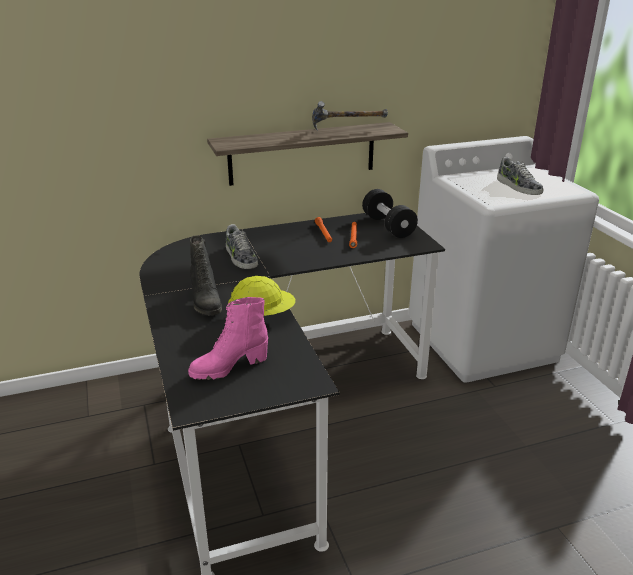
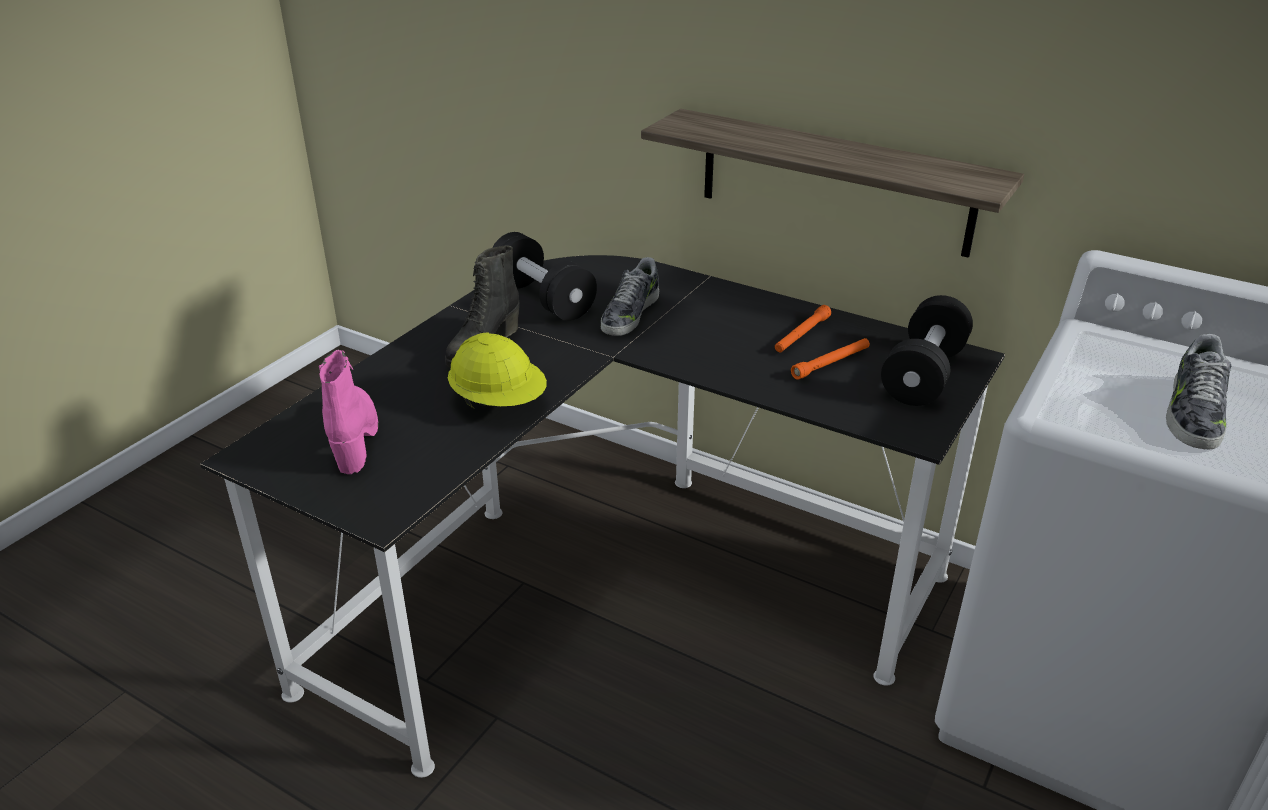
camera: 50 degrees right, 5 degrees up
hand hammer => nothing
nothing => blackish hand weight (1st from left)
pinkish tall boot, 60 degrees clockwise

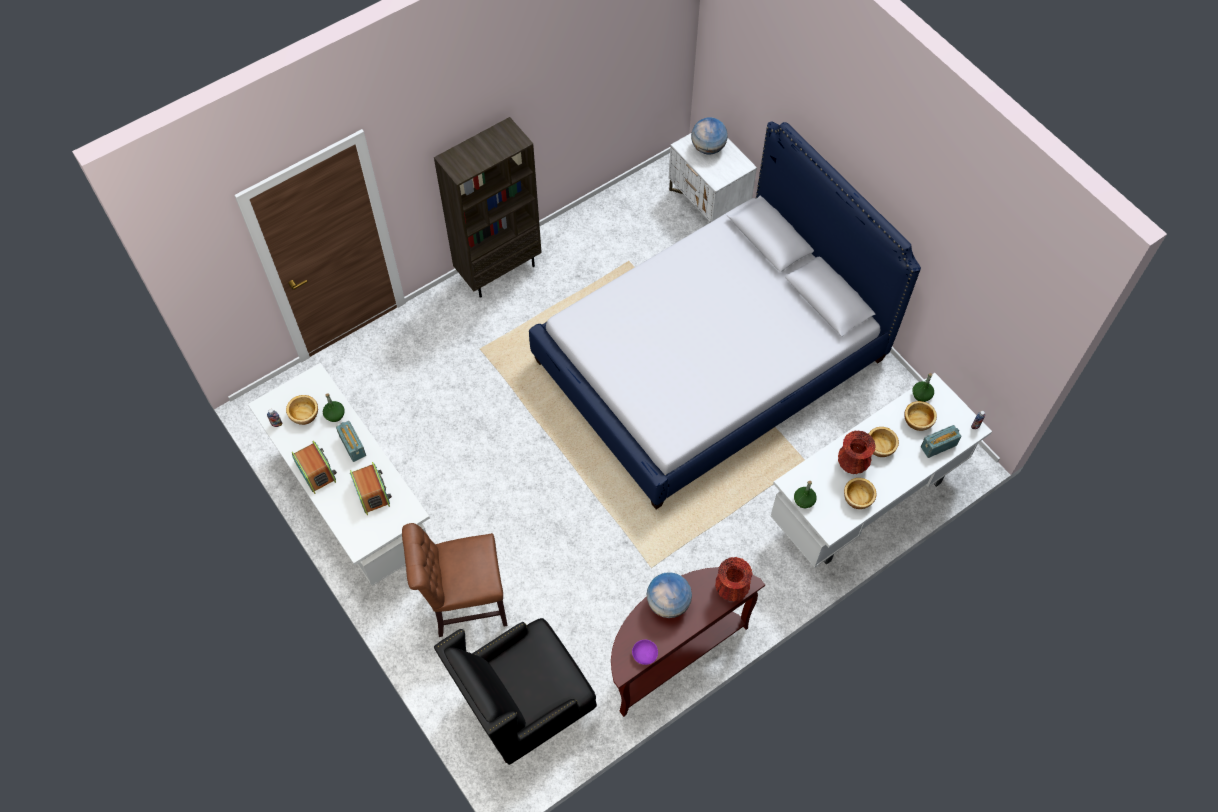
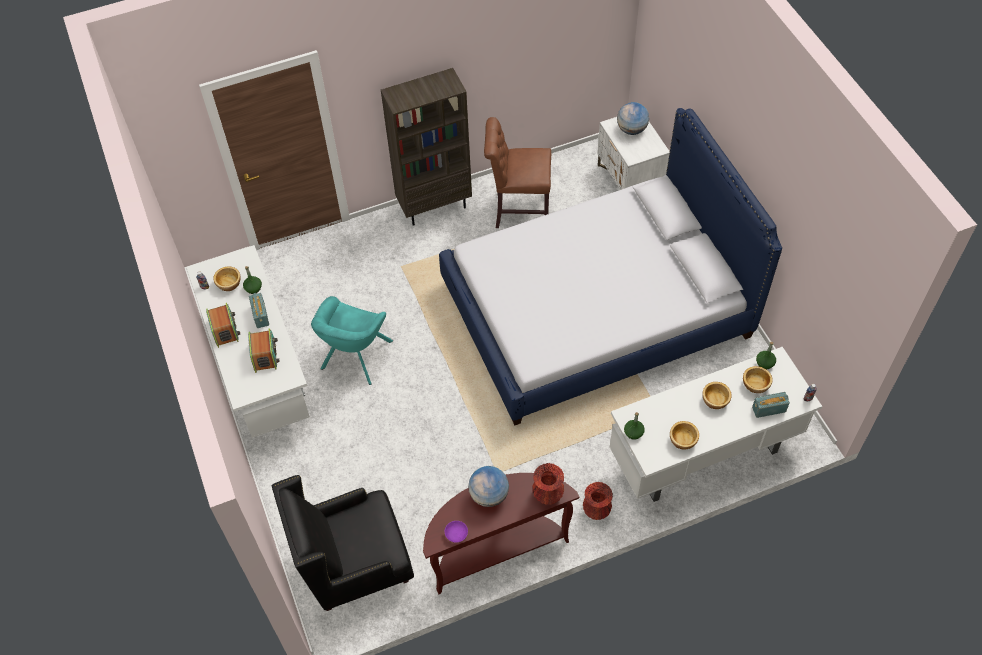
camera: 15 degrees right, 5 degrees down
nothing => blue-green easy chair
brown-coloured chair, move
red flower vase (2nd from left), move

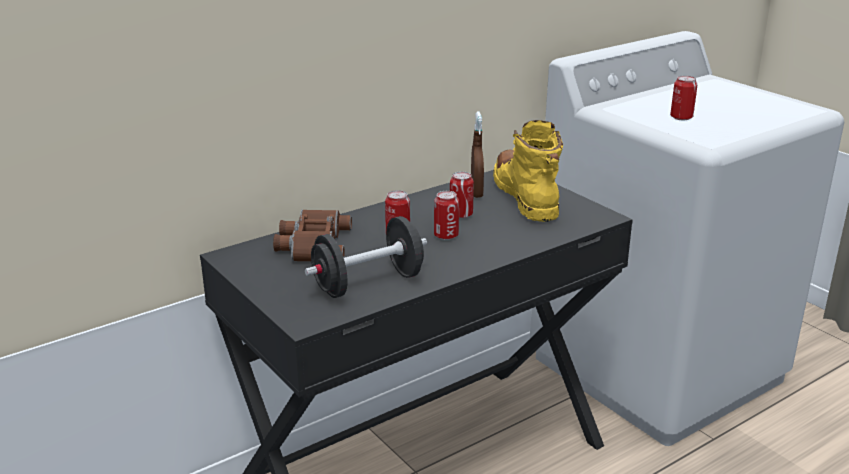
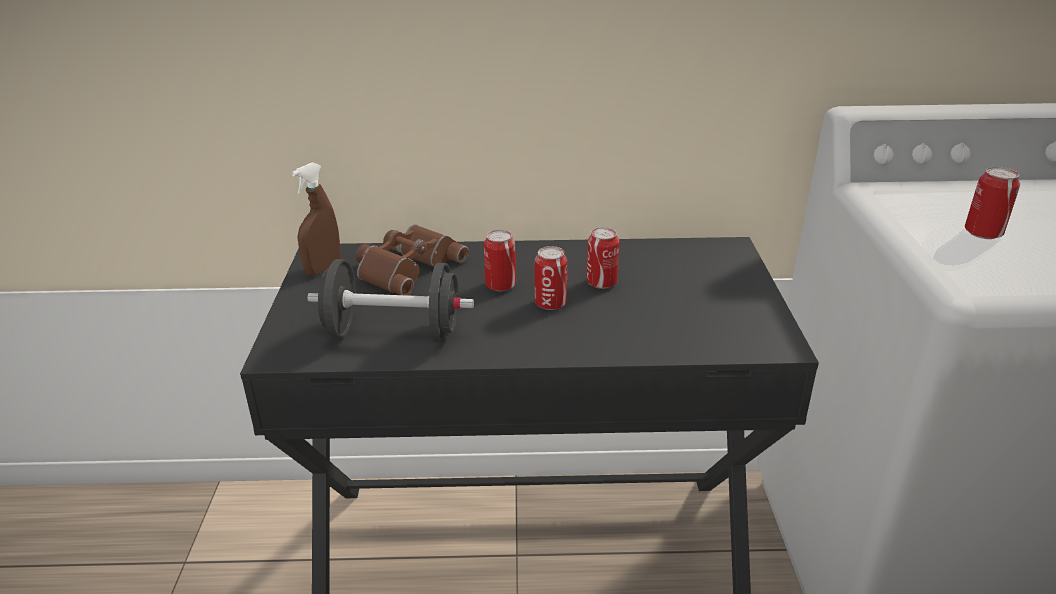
camera: 35 degrees right, 5 degrees up
yellow tall boot => nothing
brown-coloured hand sprayer, move

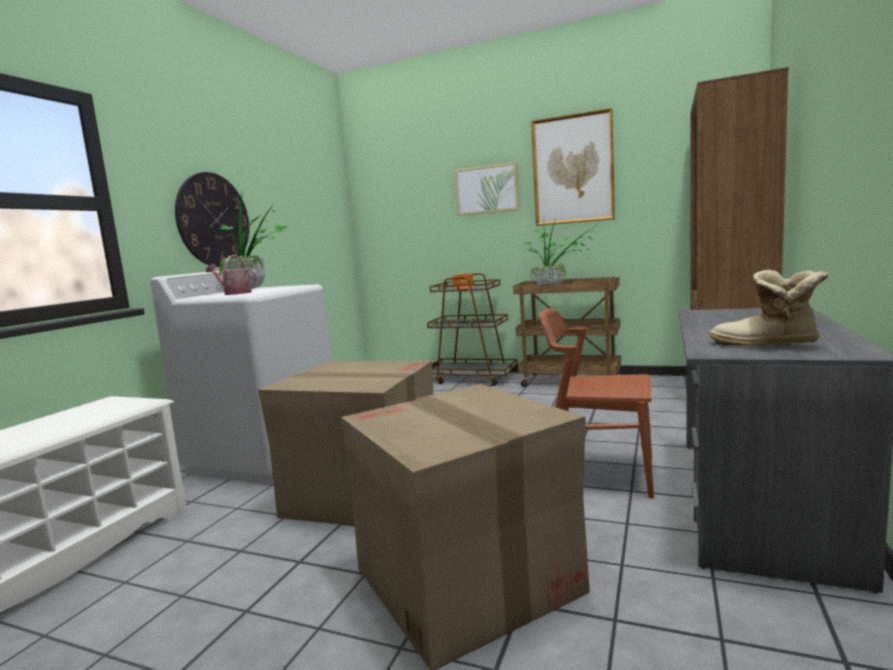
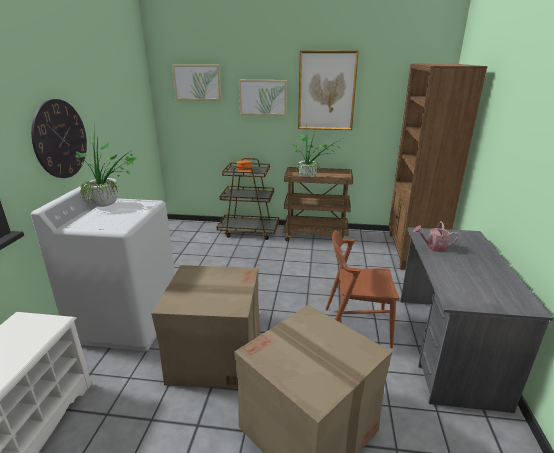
camera: 15 degrees left, 15 degrees up
tall boot => nothing
nothing => wall art (1st from left)
sprinkling can, move

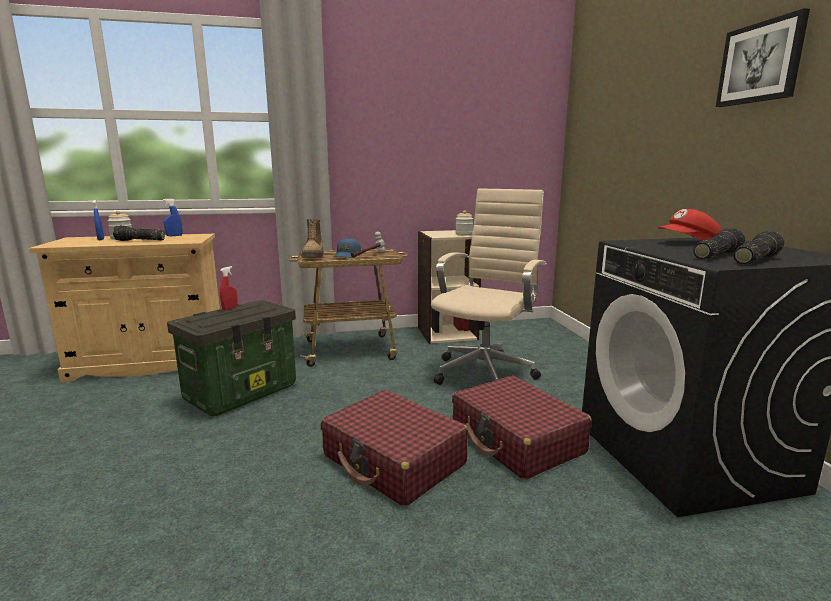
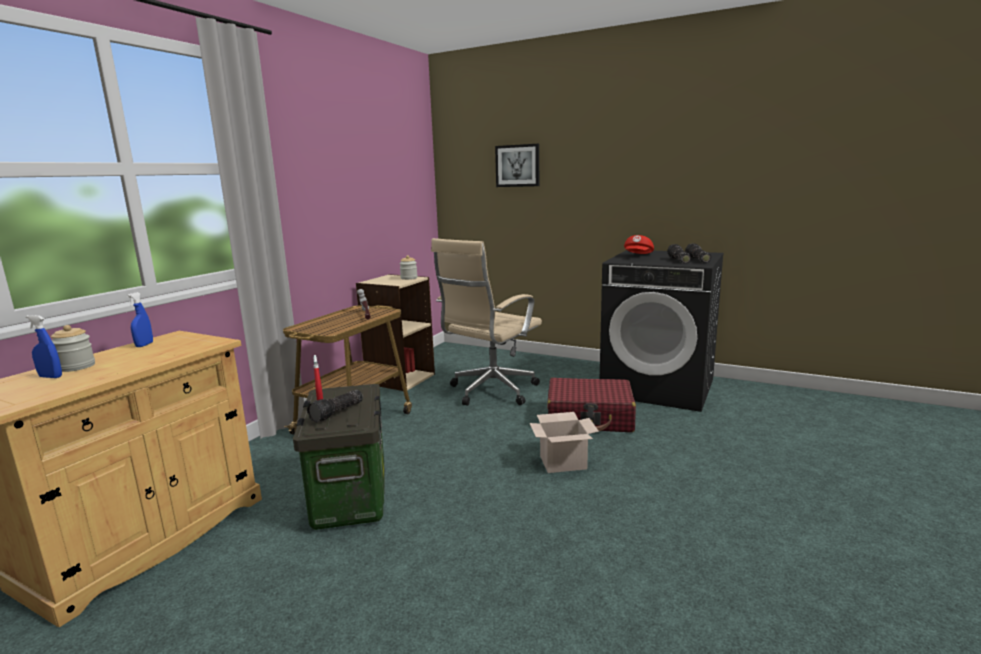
camera: 50 degrees left, 0 degrees up
tall boot => nothing
blue-coloured baseball cap => nothing
hand torch (1st from left), move
wall art, move
red travel case (1st from left) => cardboard box
beige office chair, 120 degrees counterclockwise

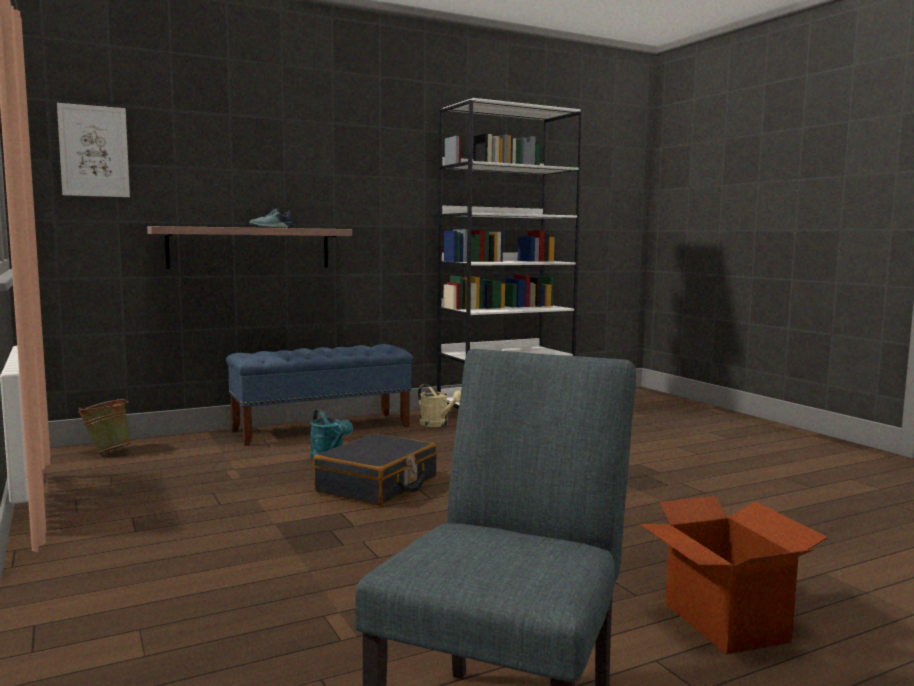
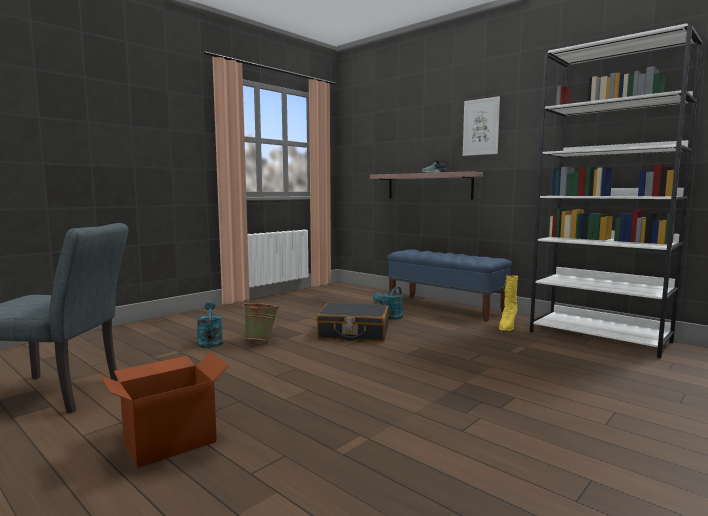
camera: 70 degrees right, 0 degrees up
nothing => blue-green sprinkling can (1st from left)
wall art, move
green-coloured bucket, move
beige sprinkling can => yellow tall boot

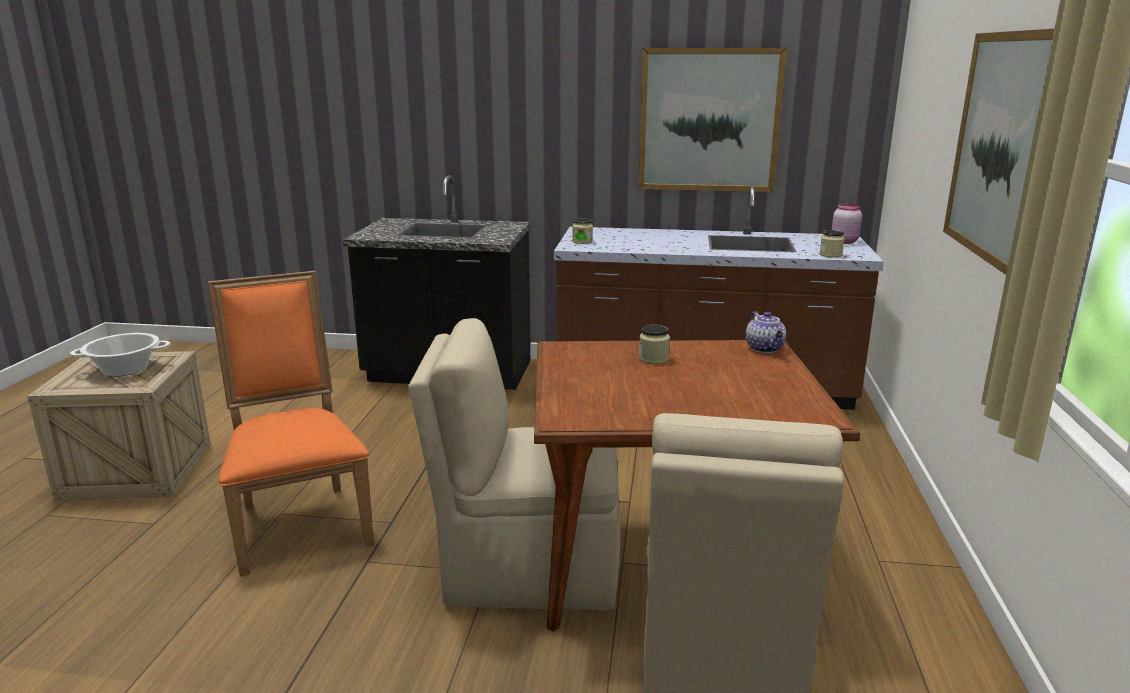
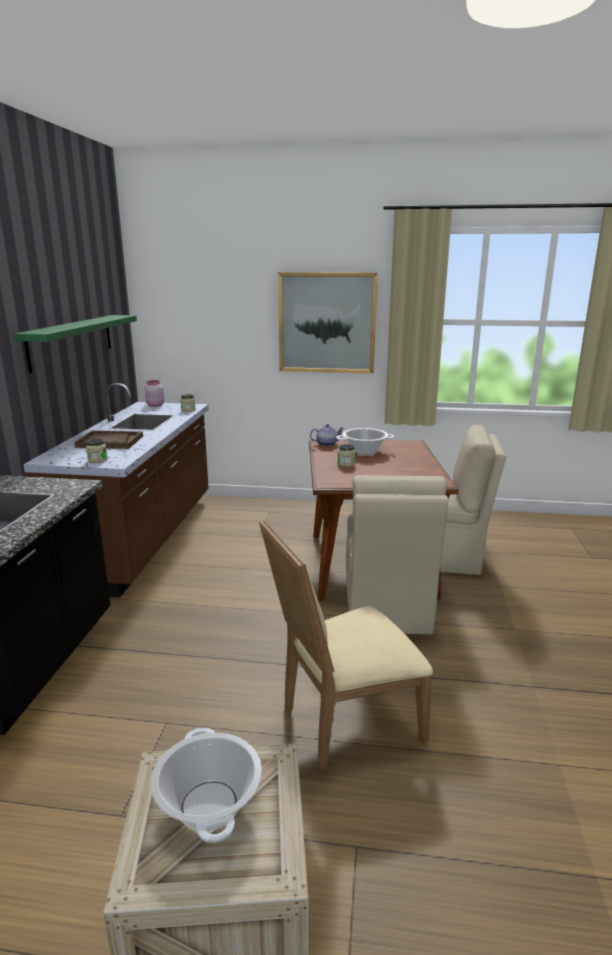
camera: 90 degrees left, 0 degrees up
nothing => brown-coloured carrying tray
nothing => cooking pot (2nd from left)
wall art (1st from left) => green-coloured shelf
orangey chair => beige chair (1st from left)

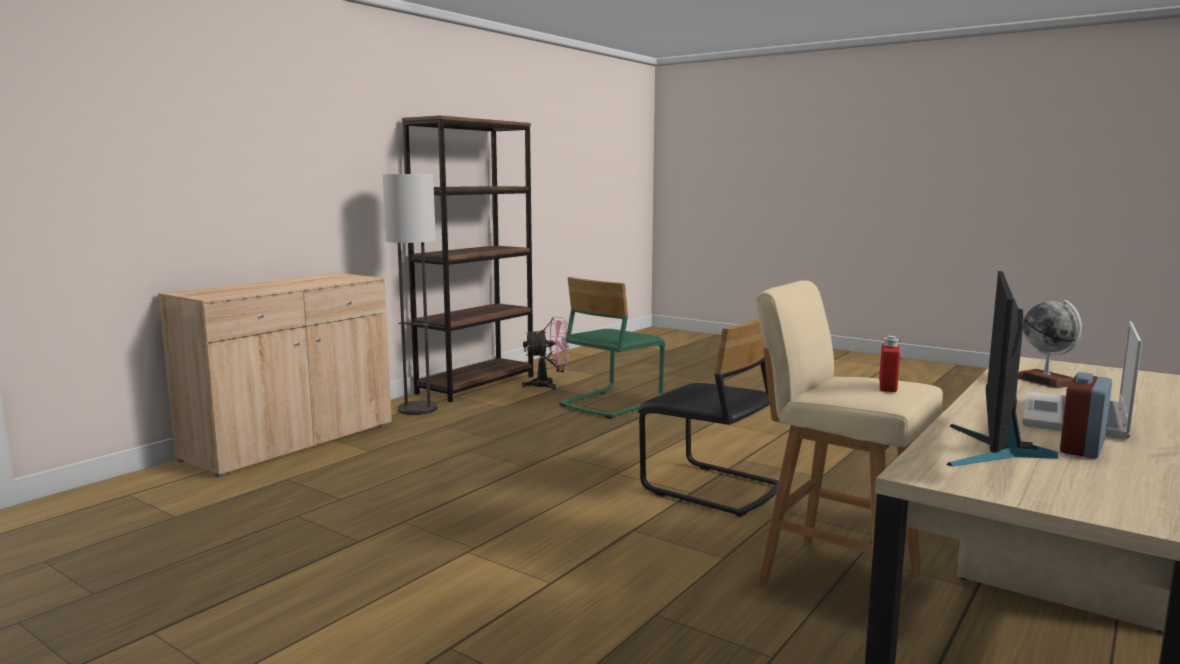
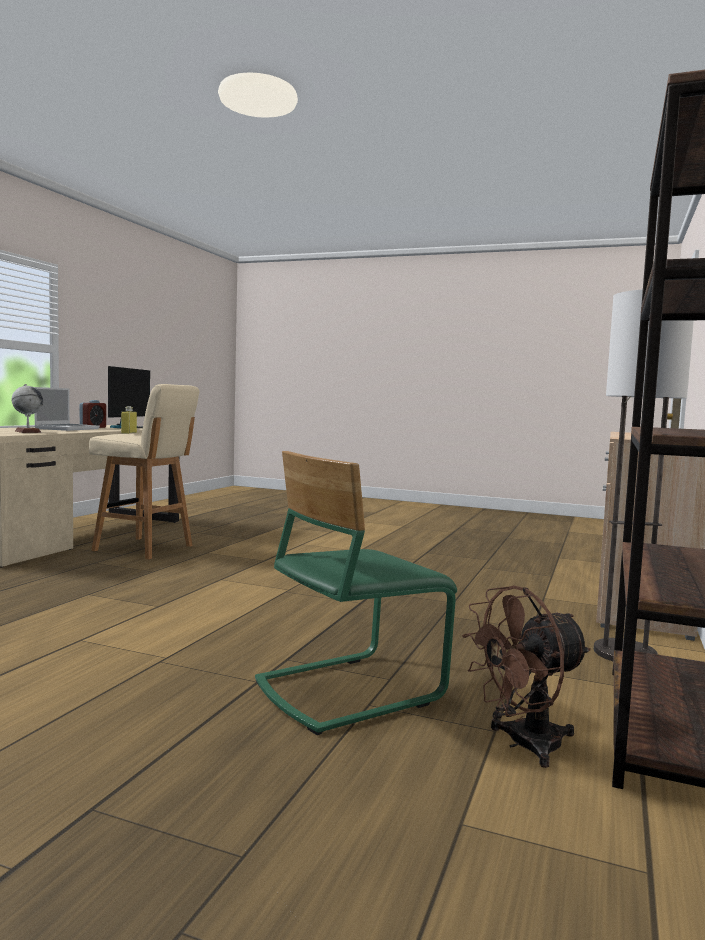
camera: 165 degrees right, 5 degrees down
blackish chair => nothing
pinkish cooling fan => brown-coloured cooling fan
red bottle => yellow bottle
green-coloured chair, 150 degrees counterclockwise

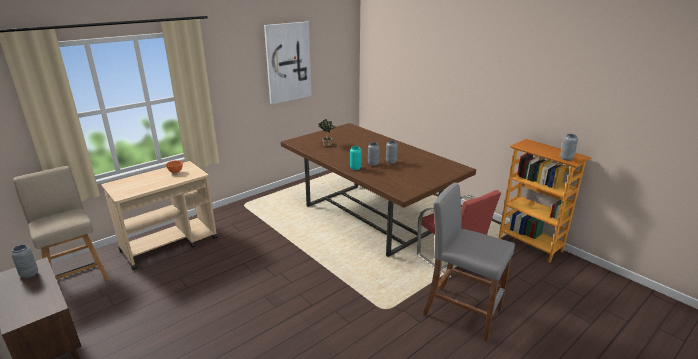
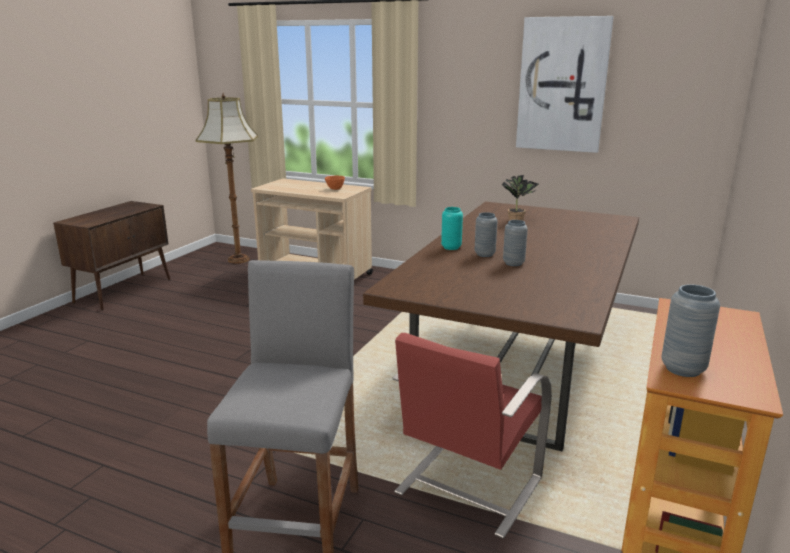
camera: 65 degrees right, 5 degrees down
greyish flower vase (1st from left) => nothing
beige chair => floor lamp

